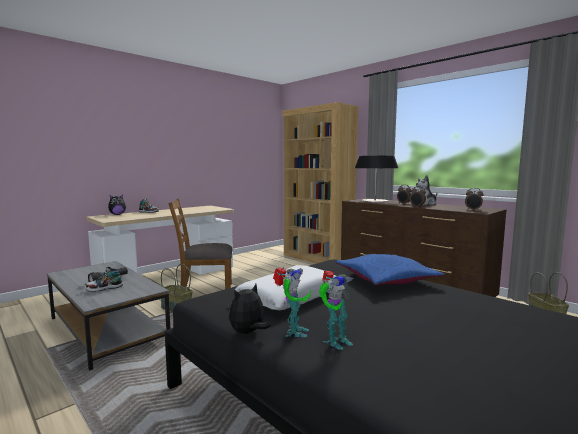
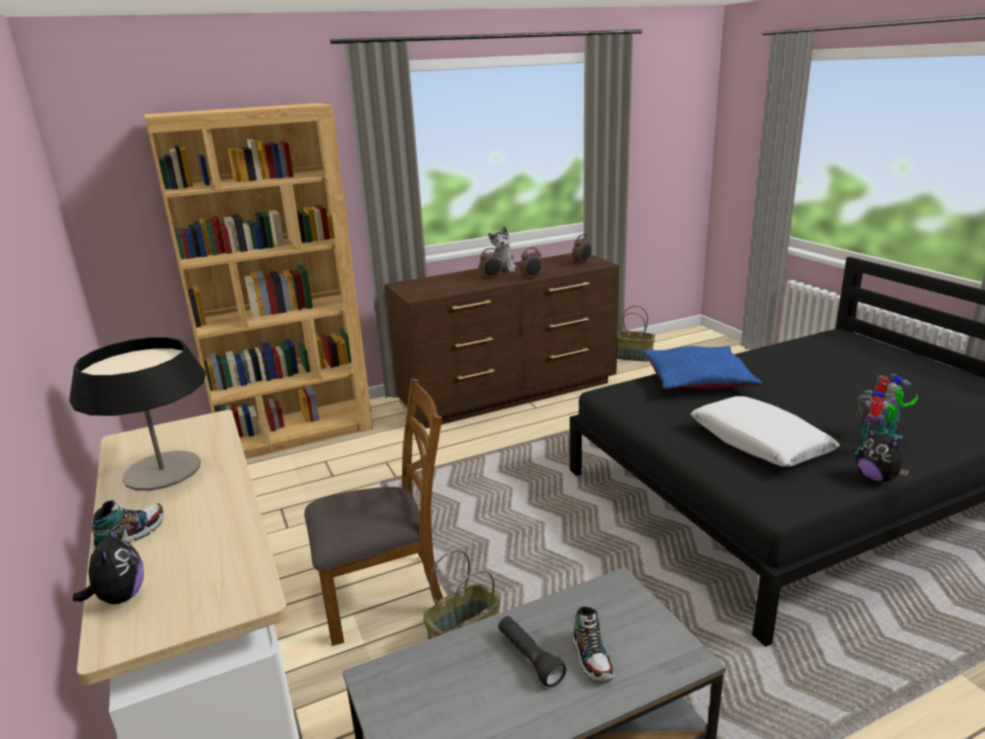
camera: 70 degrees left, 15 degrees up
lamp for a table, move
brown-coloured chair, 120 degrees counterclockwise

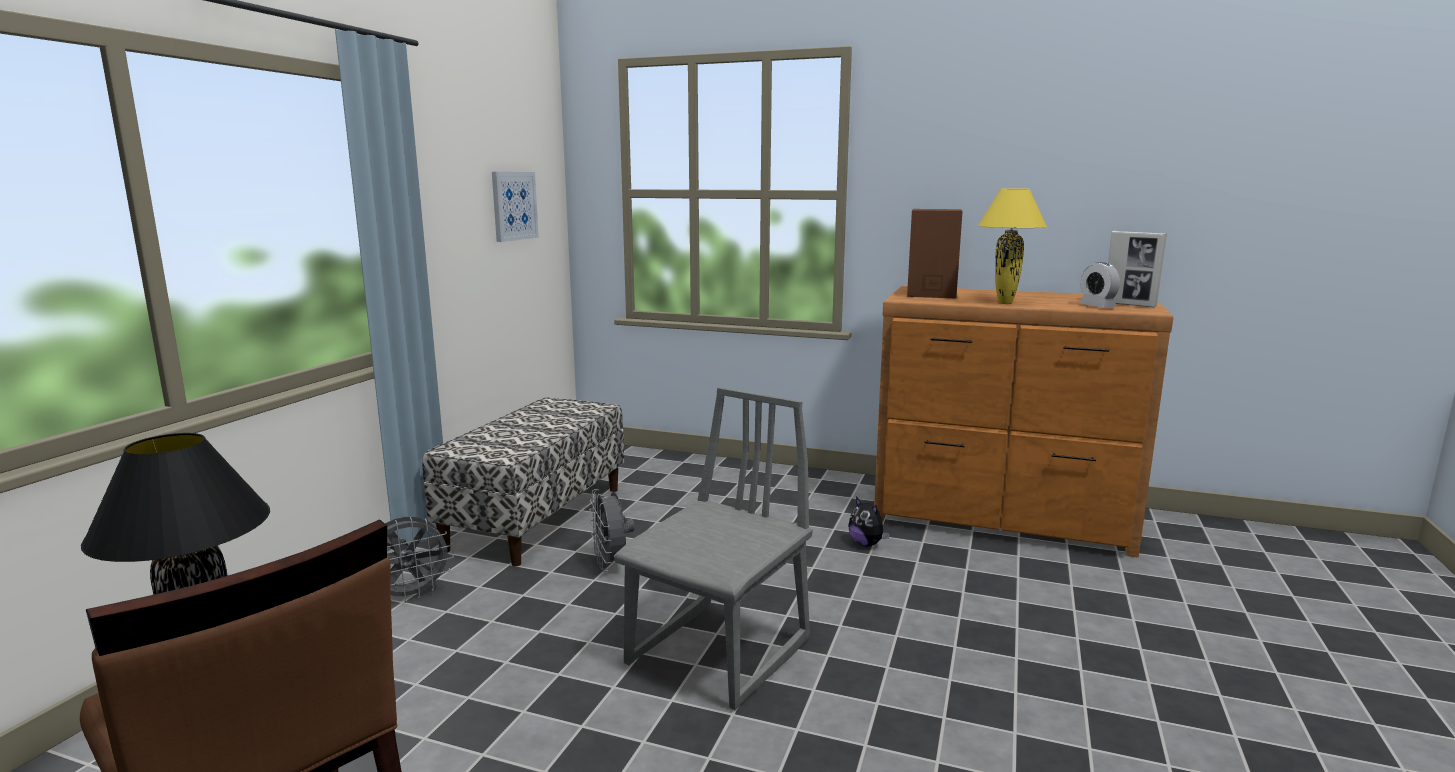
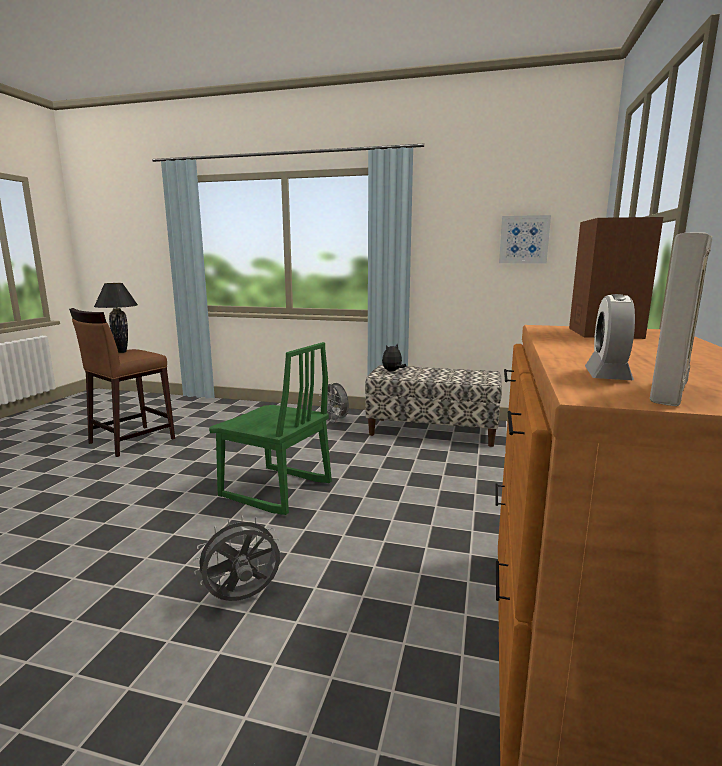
camera: 85 degrees right, 0 degrees up
yellow lamp for a table => nothing
greyish cooling fan (2nd from left in the first image) => greyish cooling fan (1st from left), move
plush toy, move
greyish chair => green-coloured chair
bedside clock, 45 degrees counterclockwise

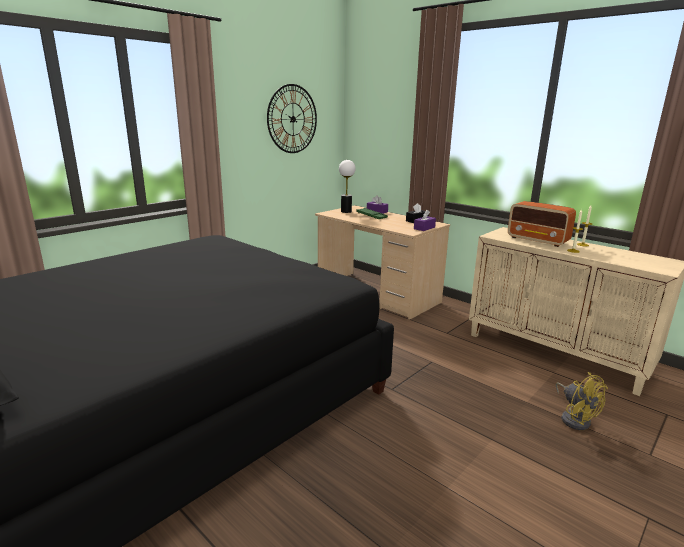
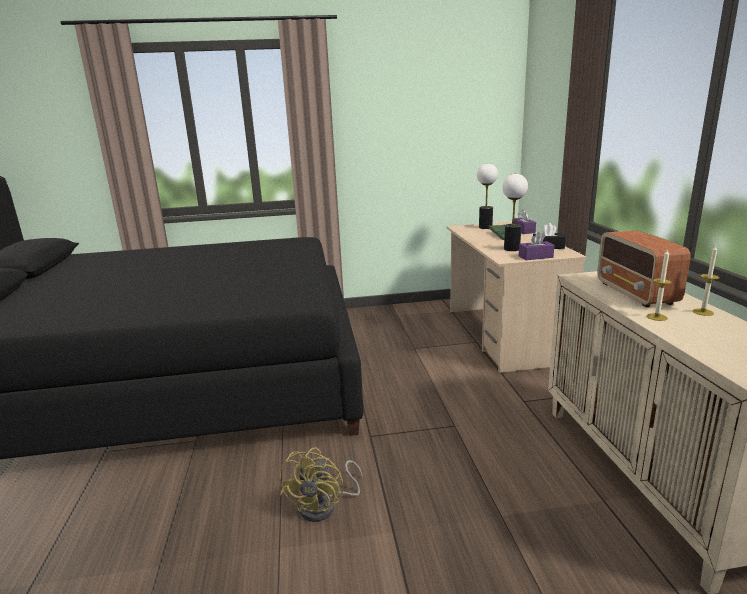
camera: 40 degrees right, 0 degrees up
hanging clock => nothing
nothing => lamp for a table (2nd from left)
yellow cooling fan, move

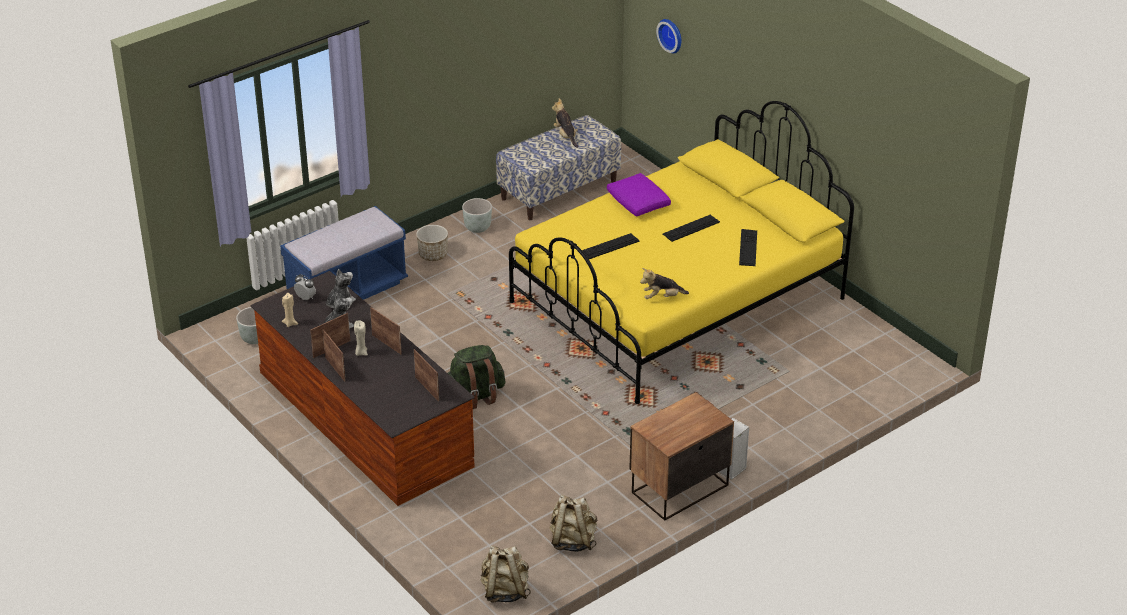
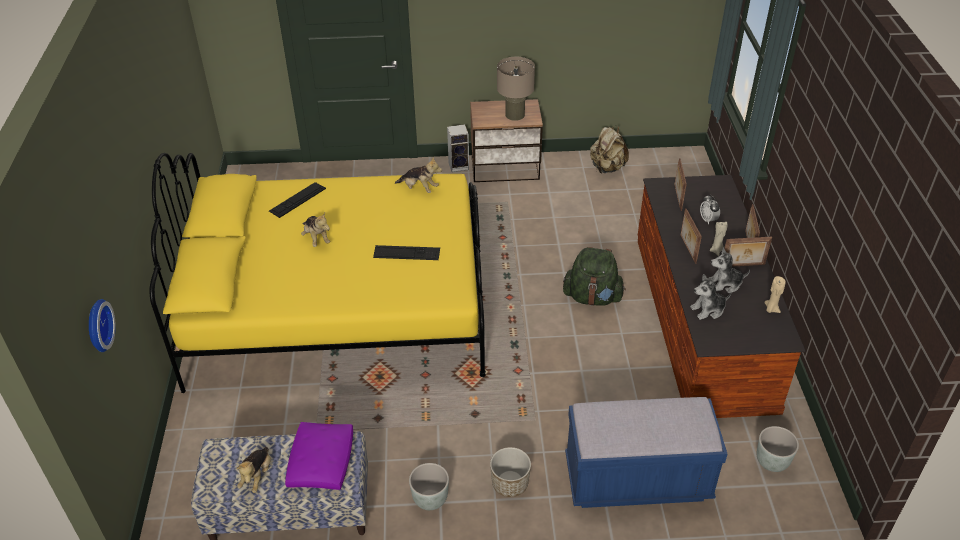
camera: 145 degrees left, 5 degrees up
beige rucksack (1st from left) => nothing
nothing => beige lamp for a table
bedside clock, move
purplish throw pillow, move
keyboard (2nd from left) => plush toy (2nd from left)

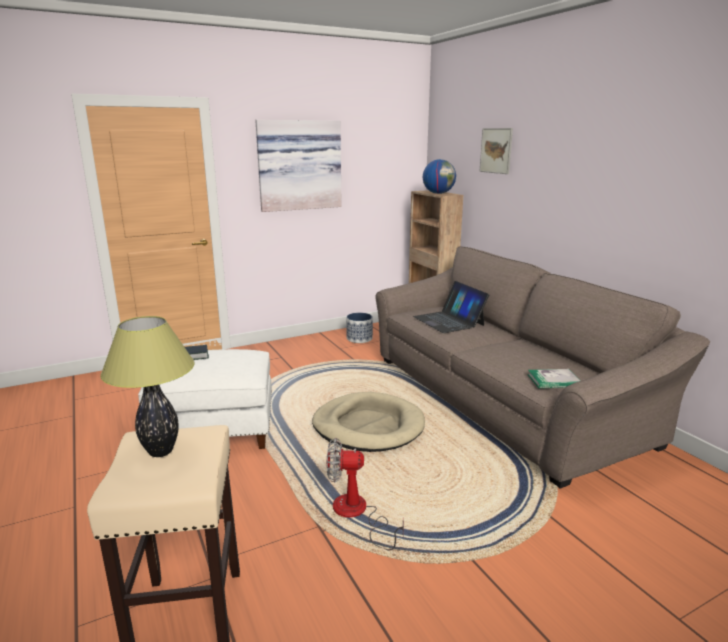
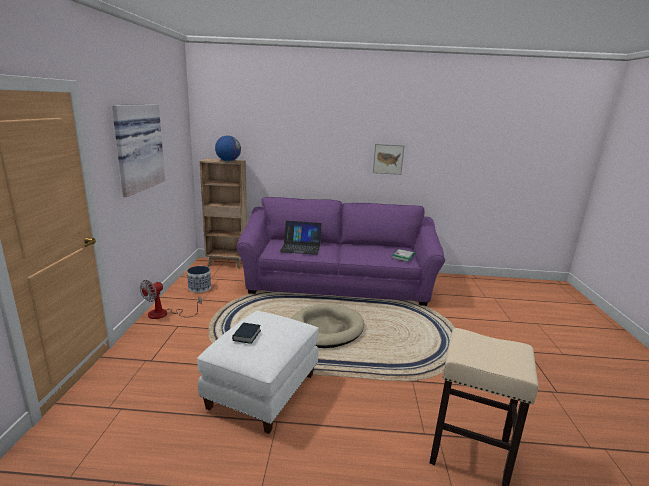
camera: 60 degrees left, 0 degrees up
lamp for a table => nothing
cooling fan, move
wall art (2nd from left), move
brown-coloured settee => purplish settee

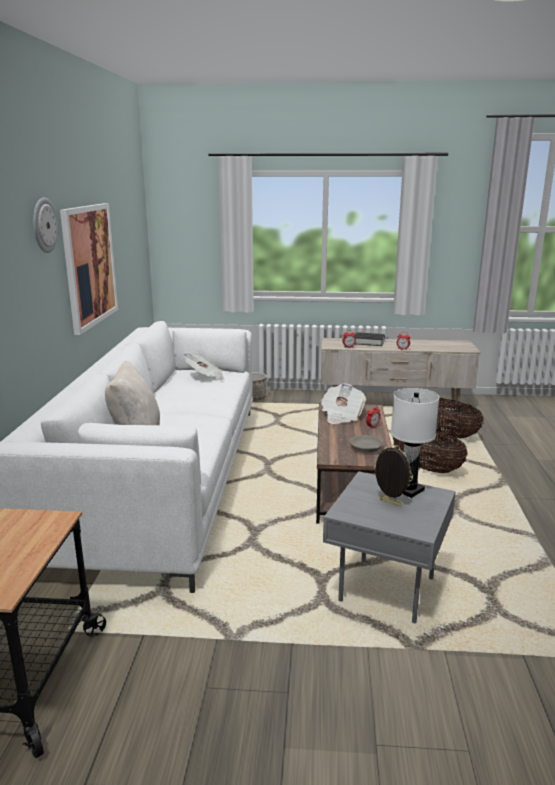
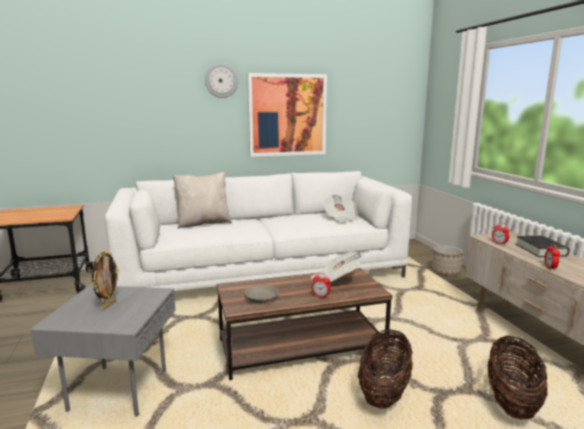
camera: 70 degrees right, 5 degrees down
white lamp for a table => nothing

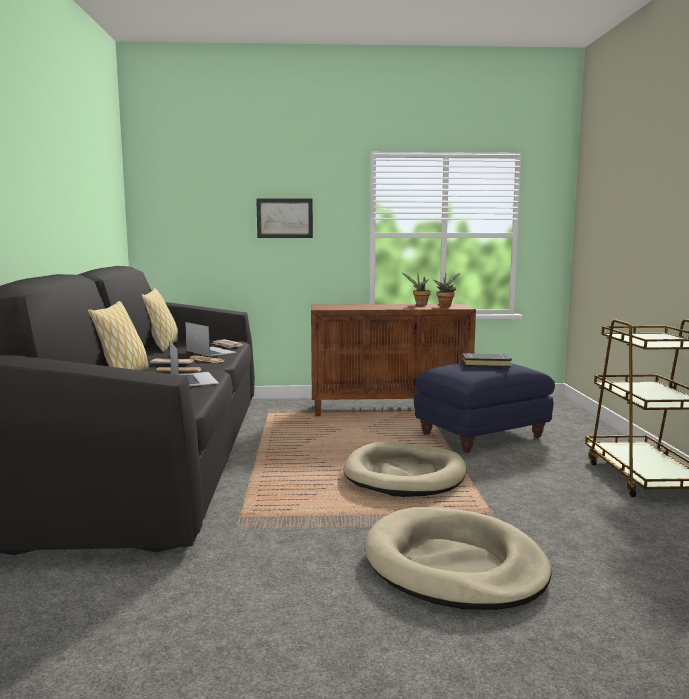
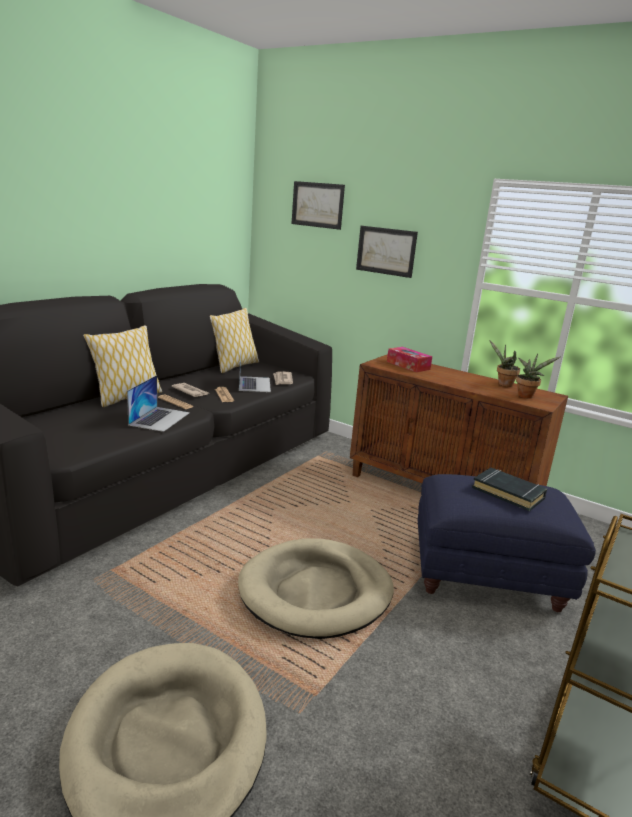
camera: 35 degrees right, 10 degrees up
nothing => wall art (1st from left)
nothing => tissue box

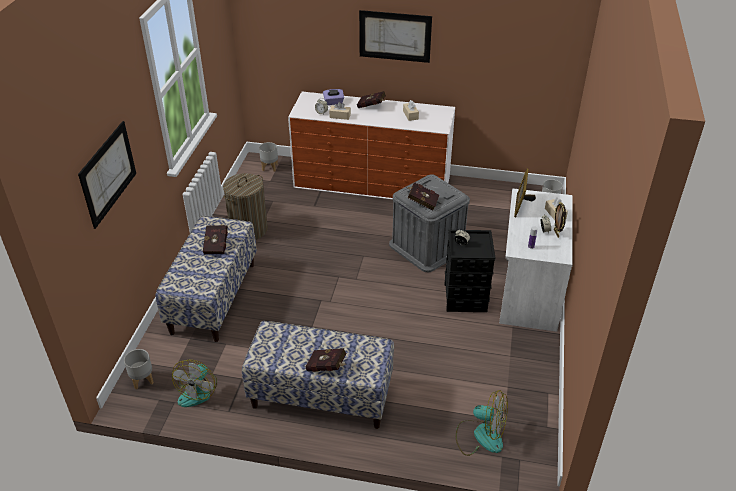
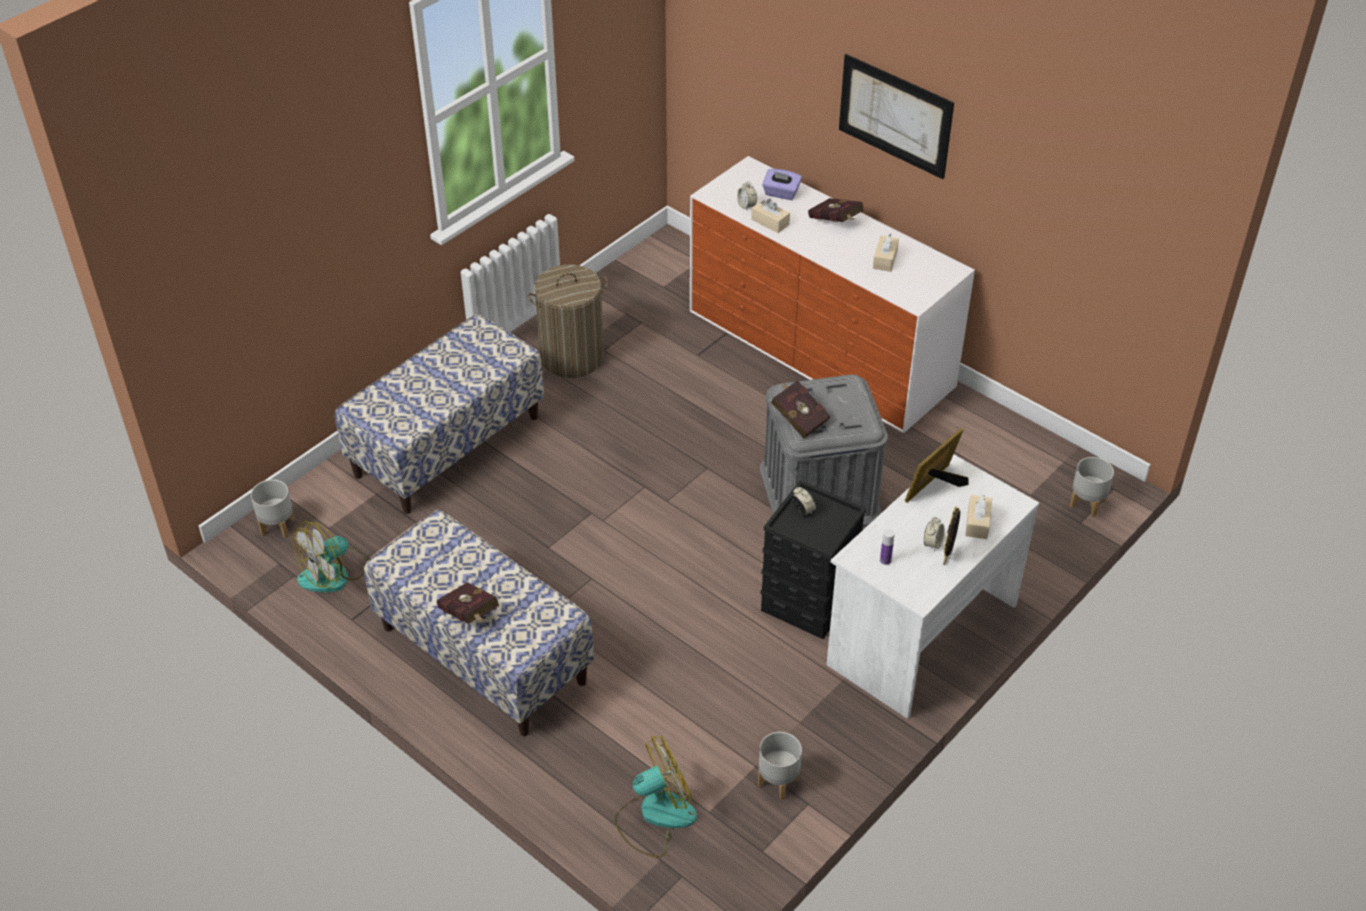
camera: 30 degrees right, 5 degrees up
wall art (1st from left) => nothing
red bound book (1st from left) => nothing
greyish planter (2nd from left), move
cooling fan (2nd from left), 75 degrees counterclockwise

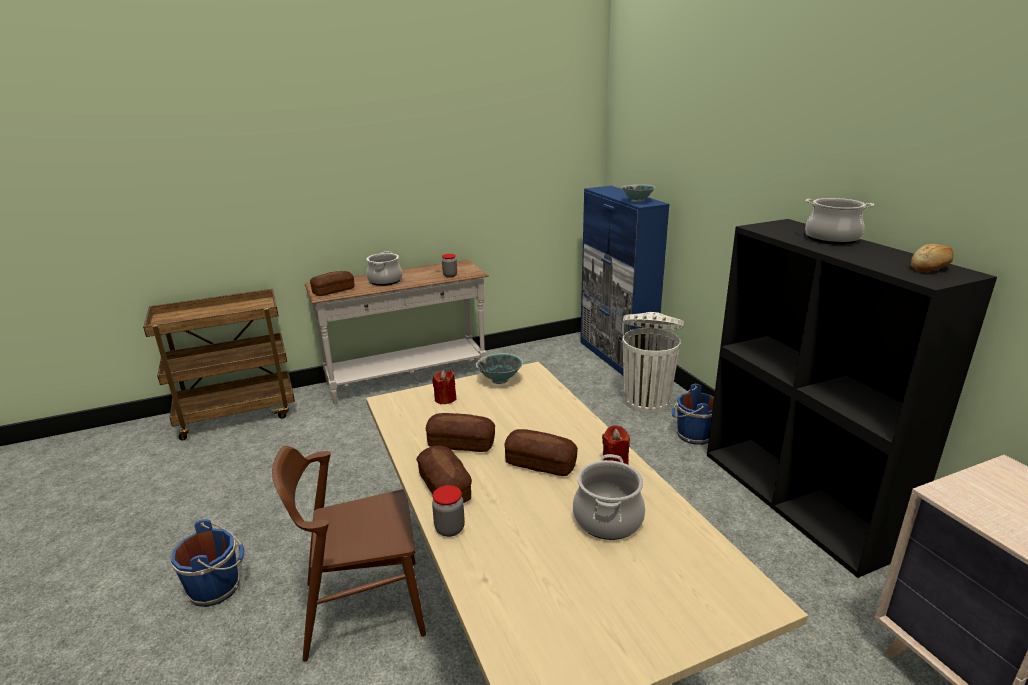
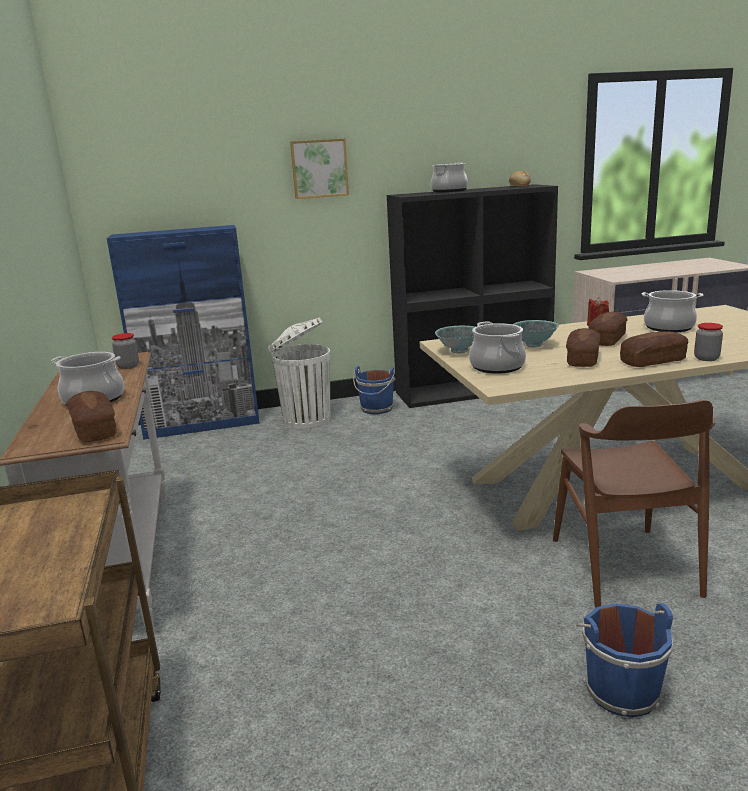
camera: 80 degrees left, 5 degrees down
nothing => wall art
deep dish (2nd from left), move
red wax light (1st from left) => cooking pot (3rd from left)

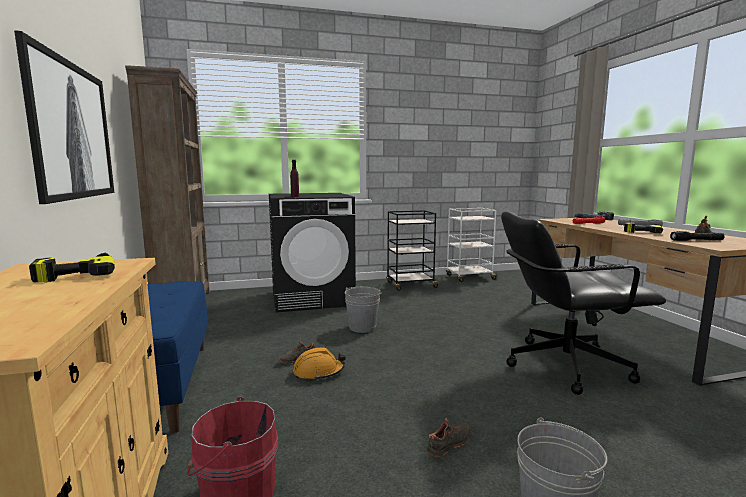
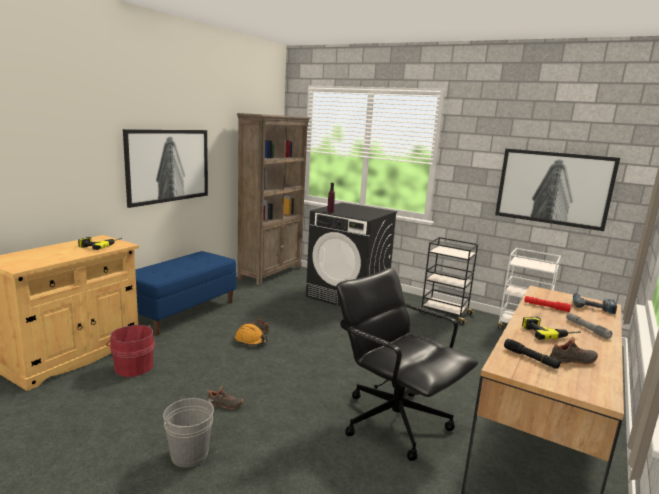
camera: 45 degrees right, 5 degrees up
greyish bucket (1st from left) => nothing
nothing => wall art (2nd from left)

